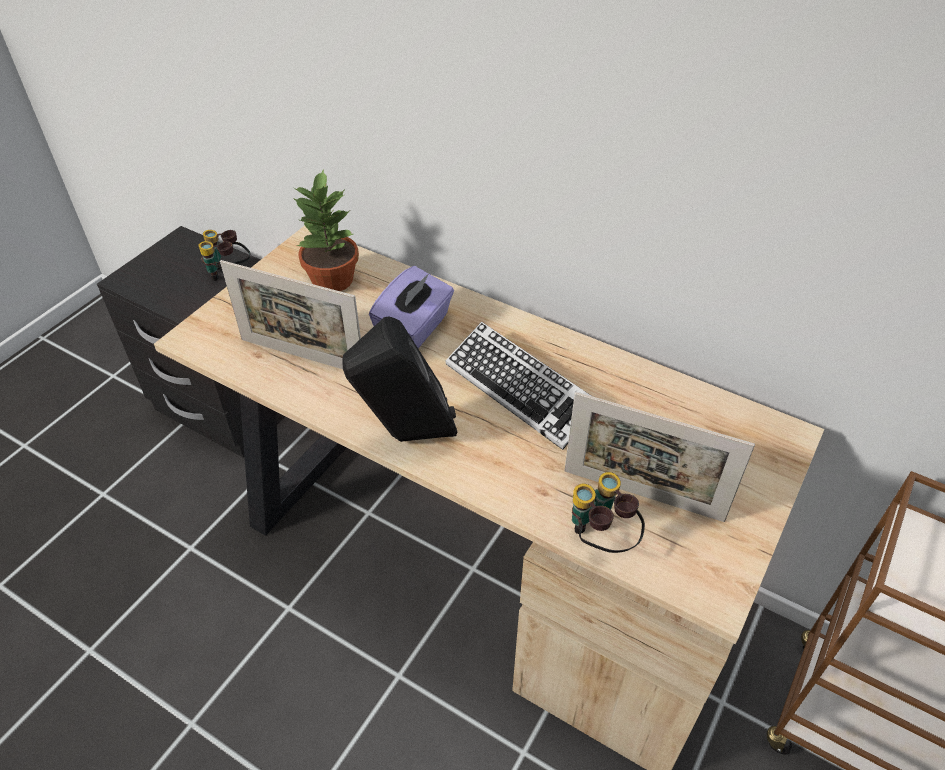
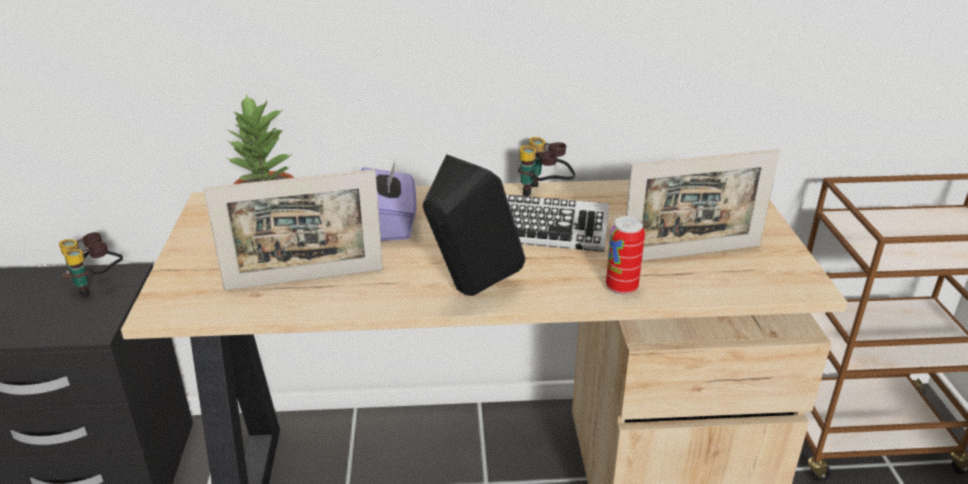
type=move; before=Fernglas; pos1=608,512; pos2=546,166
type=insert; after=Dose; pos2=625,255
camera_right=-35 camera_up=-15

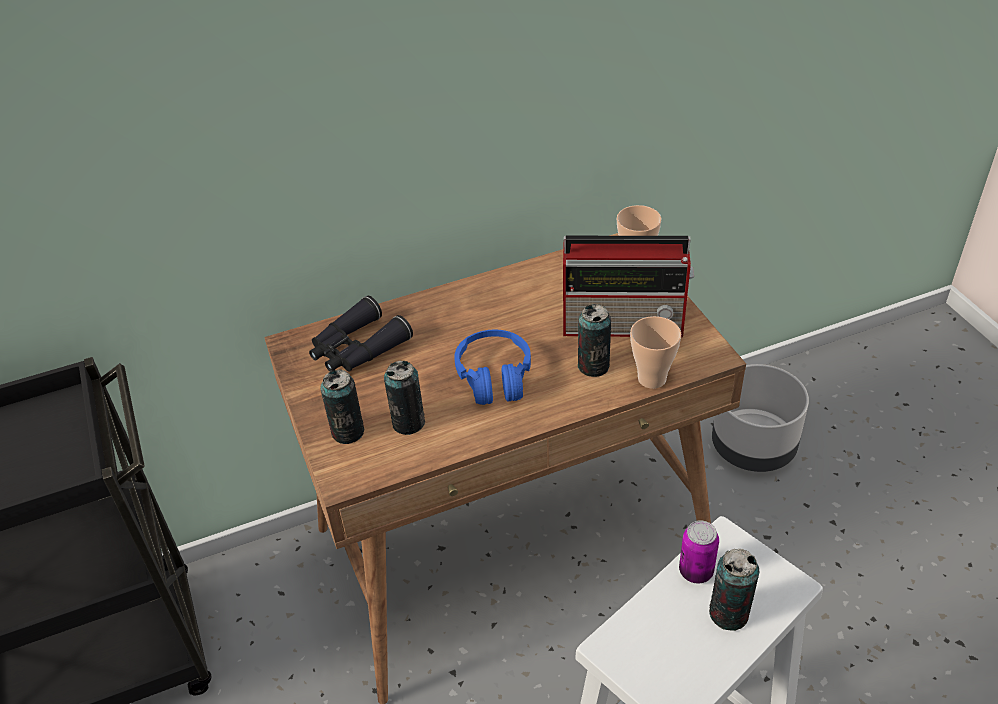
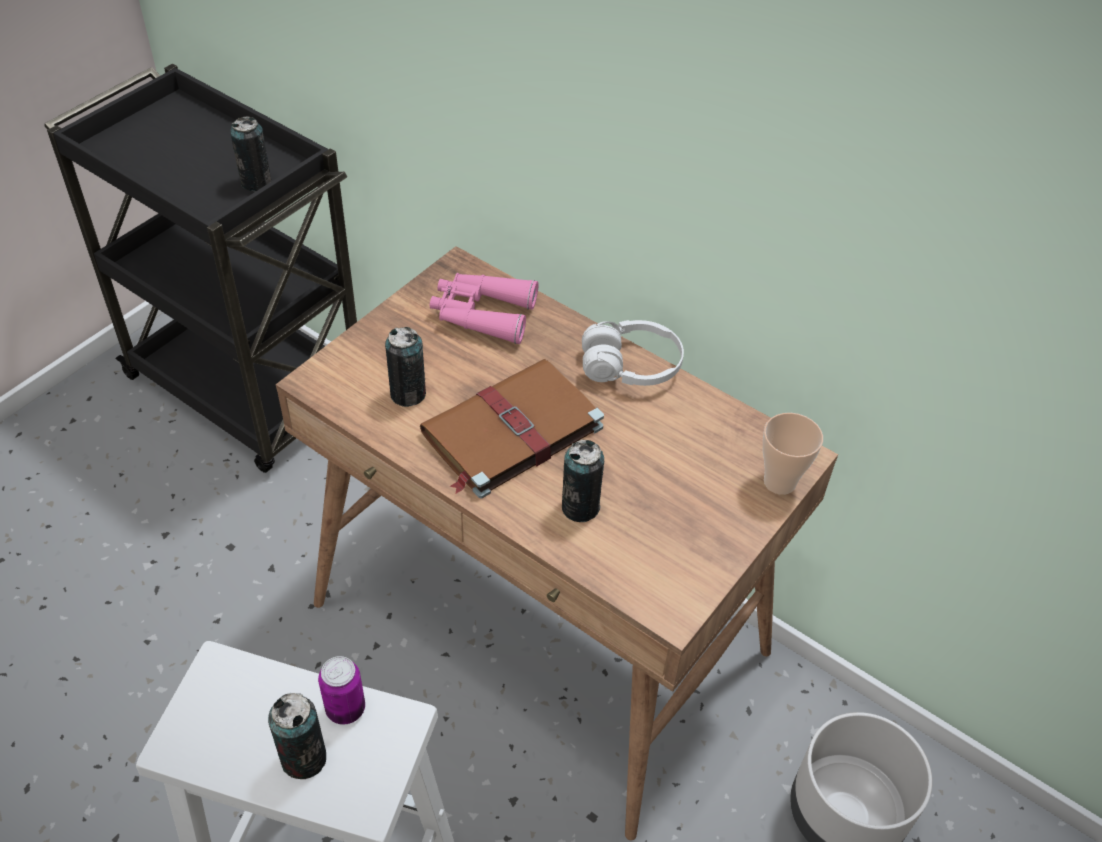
type=move; before=Dose; pos1=342,407; pos2=251,154
type=replace; before=Kopfhörer/blau; after=Buch/braun; pos1=492,367; pos2=512,428
type=recolor; before=Fernglas/schwarz; after=Fernglas/rosa; pos1=361,333; pos2=484,308
type=insert; after=Kopfhörer/weiß; pos2=633,353
type=delete; before=Radio; pos1=628,286
type=delete; before=Tasse; pos1=655,352
camera_right=55 camera_up=5

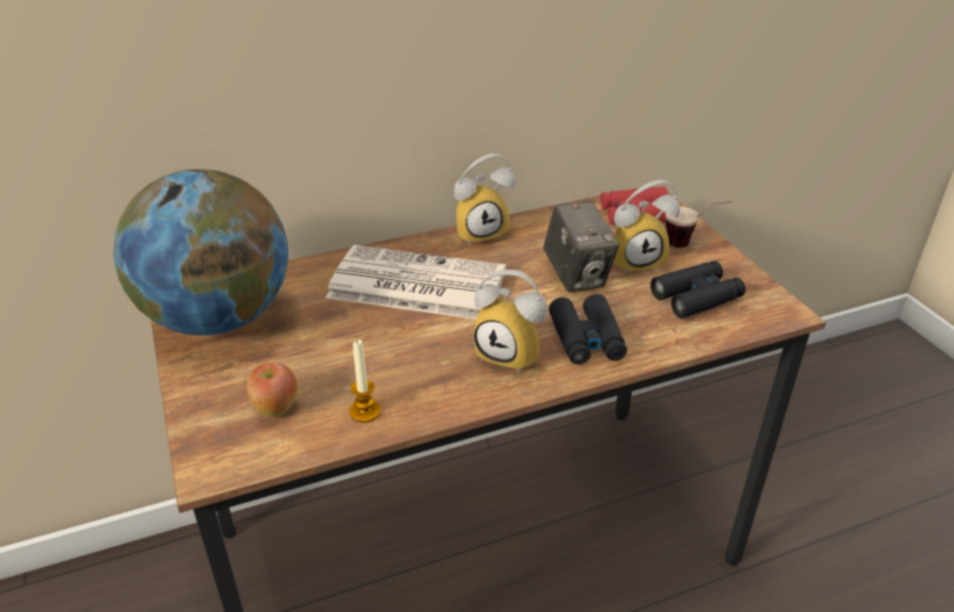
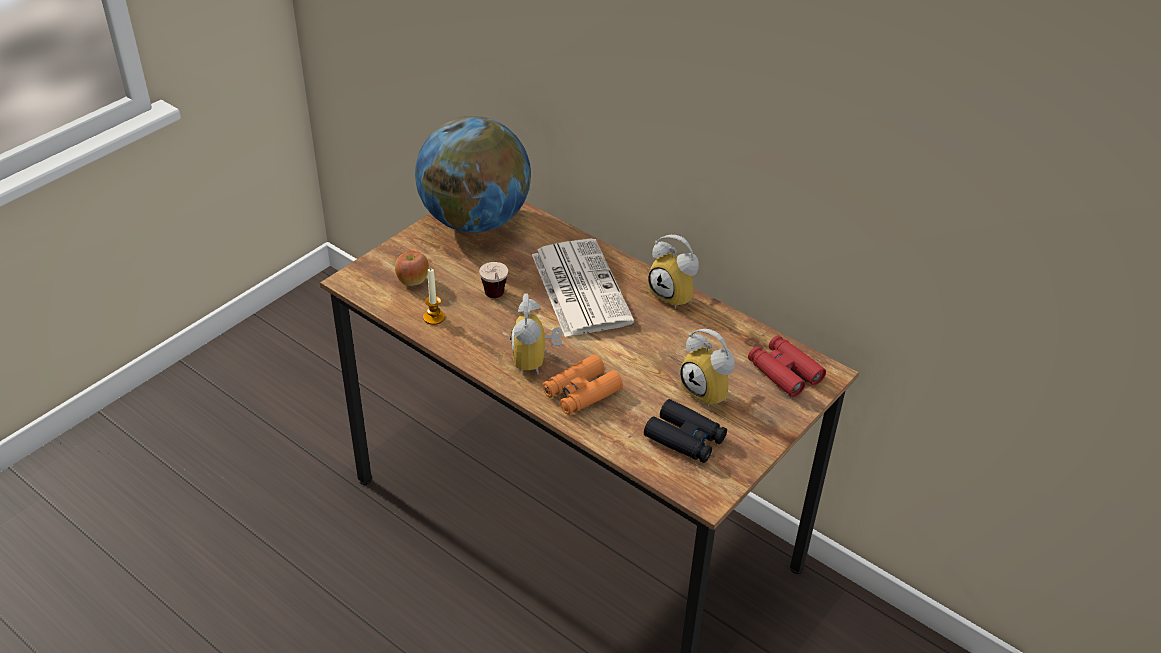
type=move; before=Tasse; pos1=698,224; pos2=493,280
type=recolor; before=Fernglas/schwarz; after=Fernglas/orange; pos1=588,329; pos2=582,384
type=delete; before=Kamera; pos1=581,246
camera_right=60 camera_up=5

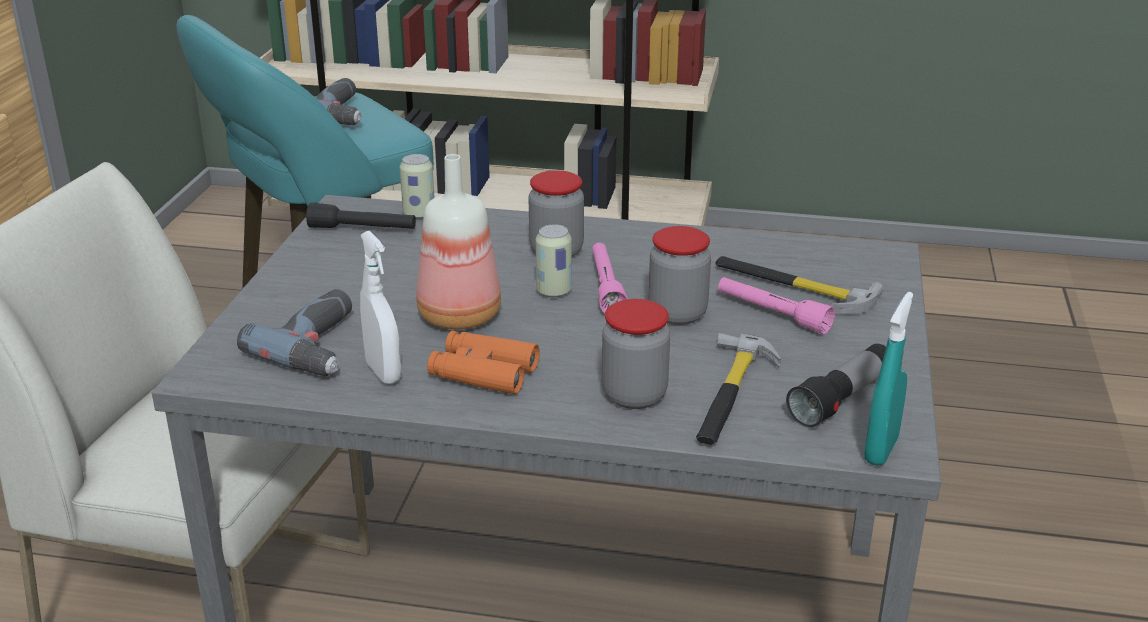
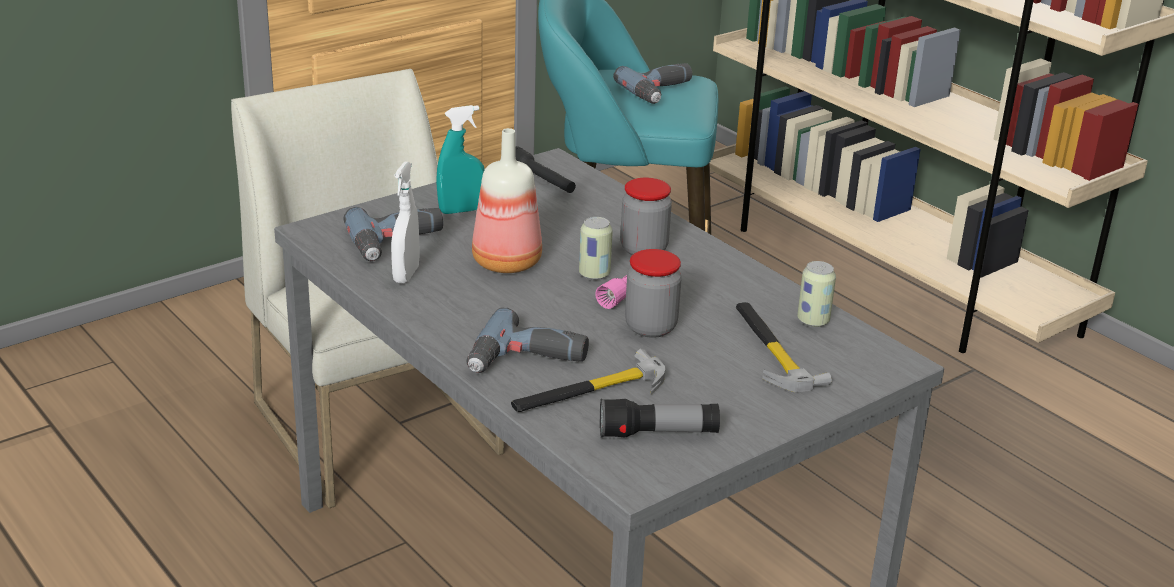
type=move; before=Sprühflasche/türkis; pos1=888,379; pos2=460,159
type=replace; before=Vorratsglas; after=Bohrmaschine; pos1=636,354; pos2=528,340
type=move; before=Dose; pos1=417,186; pos2=816,294
type=delete; before=Fernglas/orange; pos1=483,362
type=delete; before=Taschenlampe/rosa; pos1=776,305
camera_right=40 camera_up=0

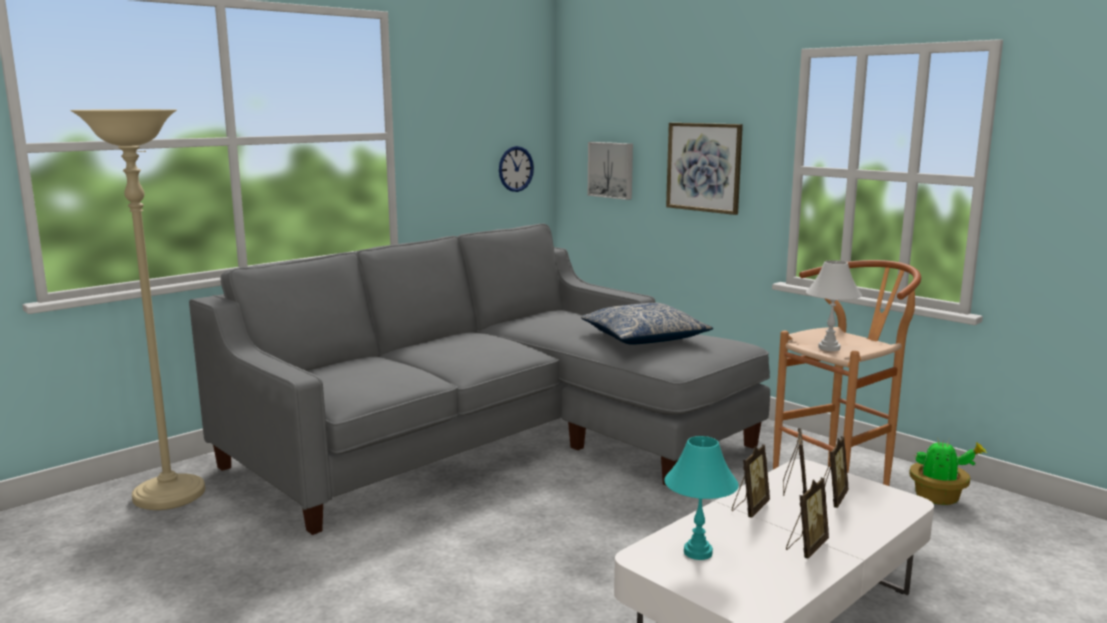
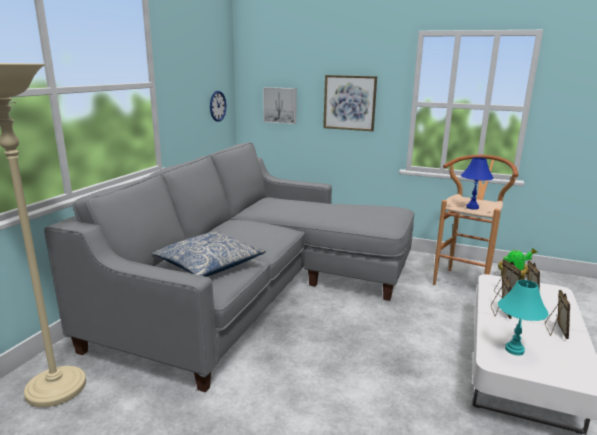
type=move; before=Kissen; pos1=647,324; pos2=209,254
type=recolor; before=Tischlampe/weiß; after=Tischlampe/blau; pos1=834,305; pos2=477,183
camera_right=-25 camera_up=5

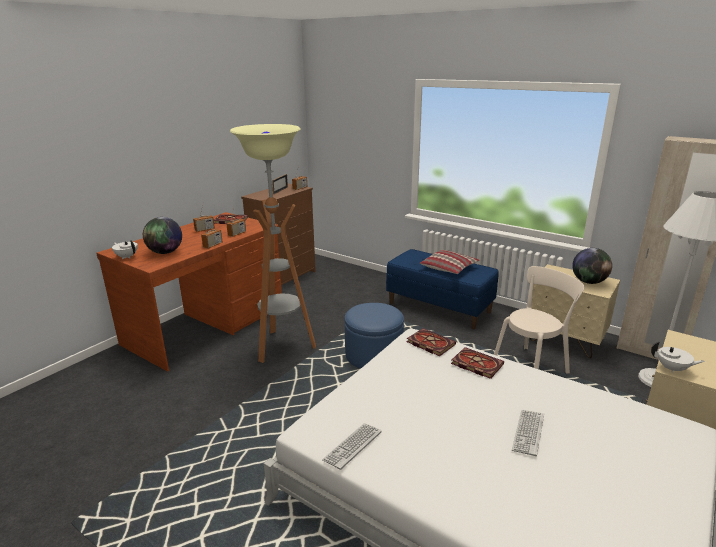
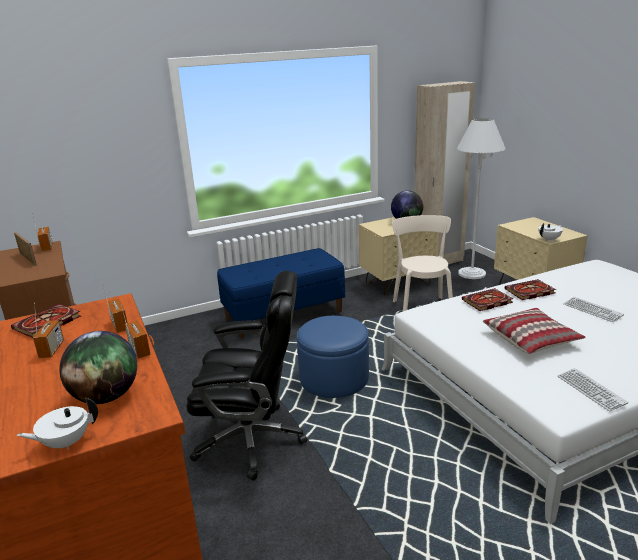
type=replace; before=Stehlampe; after=Bürostuhl/schwarz; pos1=273,243; pos2=247,376
type=move; before=Kissen; pos1=450,262; pos2=534,331
type=move; before=Buch; pos1=431,342; pos2=530,289
camera_right=-60 camera_up=0

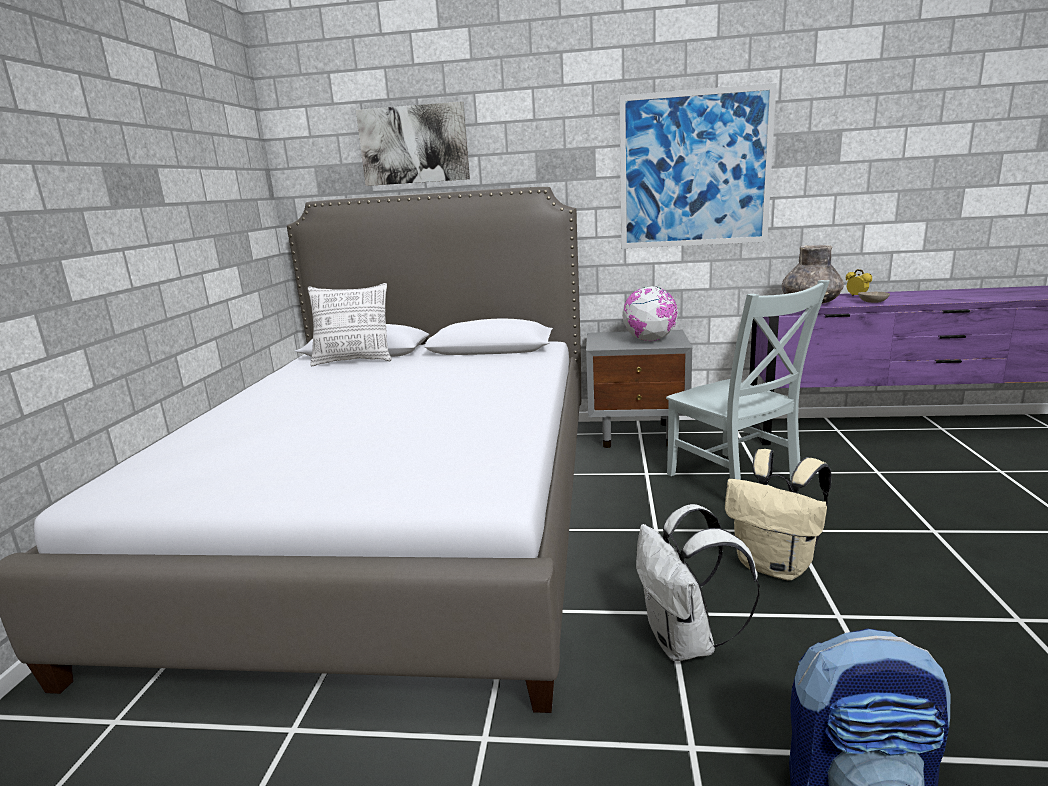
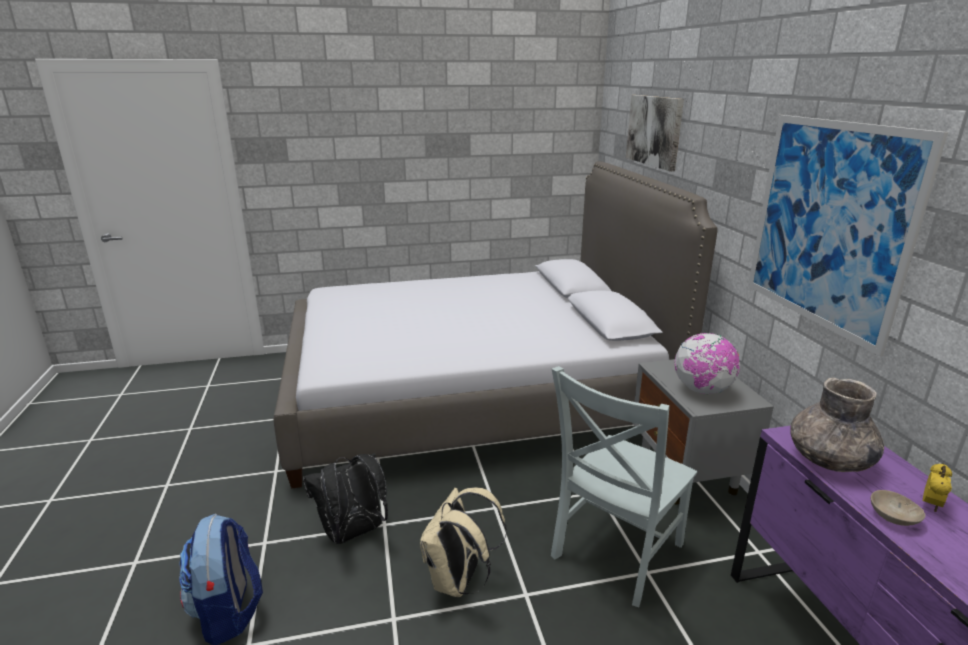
type=recolor; before=Rucksack/weiß; after=Rucksack/schwarz; pos1=698,582; pos2=345,498
type=delete; before=Kissen; pos1=350,324
camera_right=70 camera_up=5

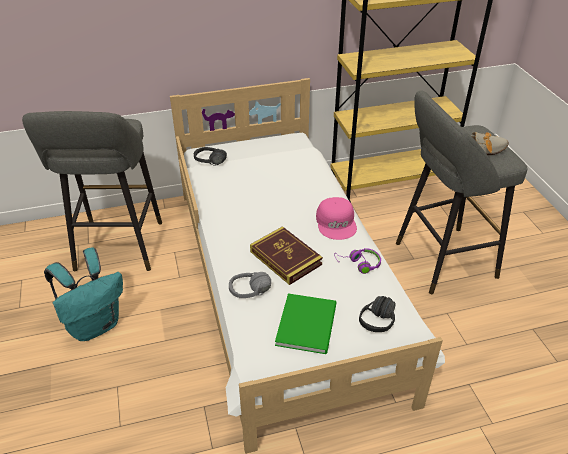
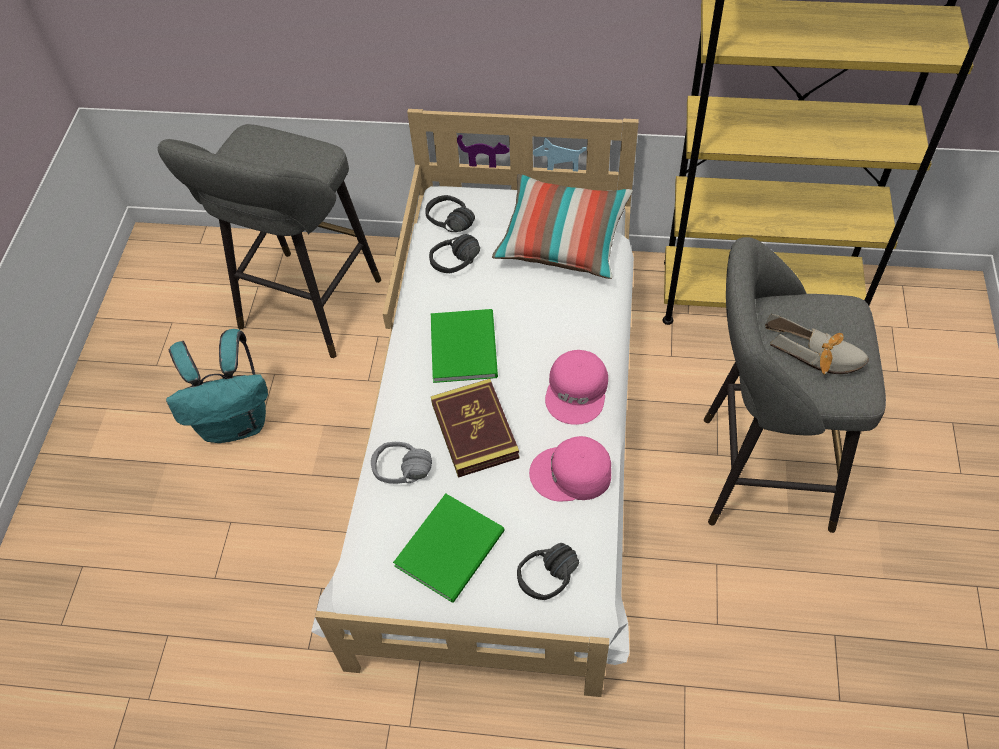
type=insert; after=Kopfhörer/schwarz; pos2=454,254
type=insert; after=Buch/grün; pos2=464,346
type=insert; after=Kissen; pos2=562,226
type=replace; before=Kopfhörer/lila; after=Kappe/rosa; pos1=358,261; pos2=570,469
camera_right=25 camera_up=15

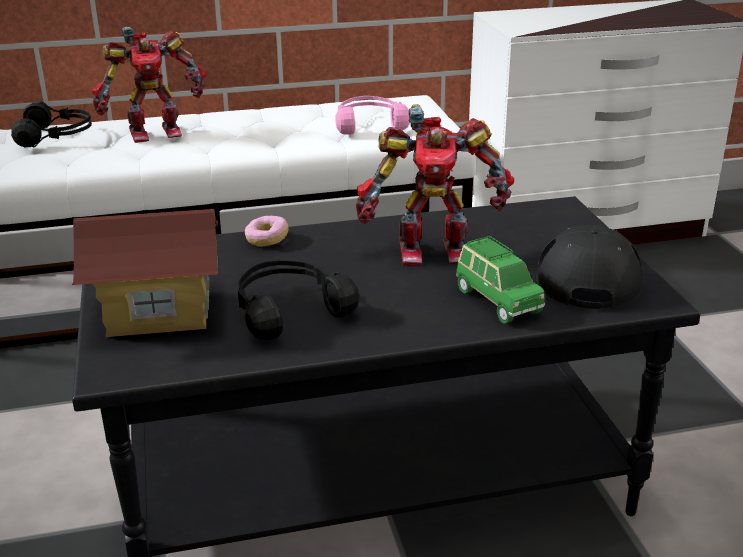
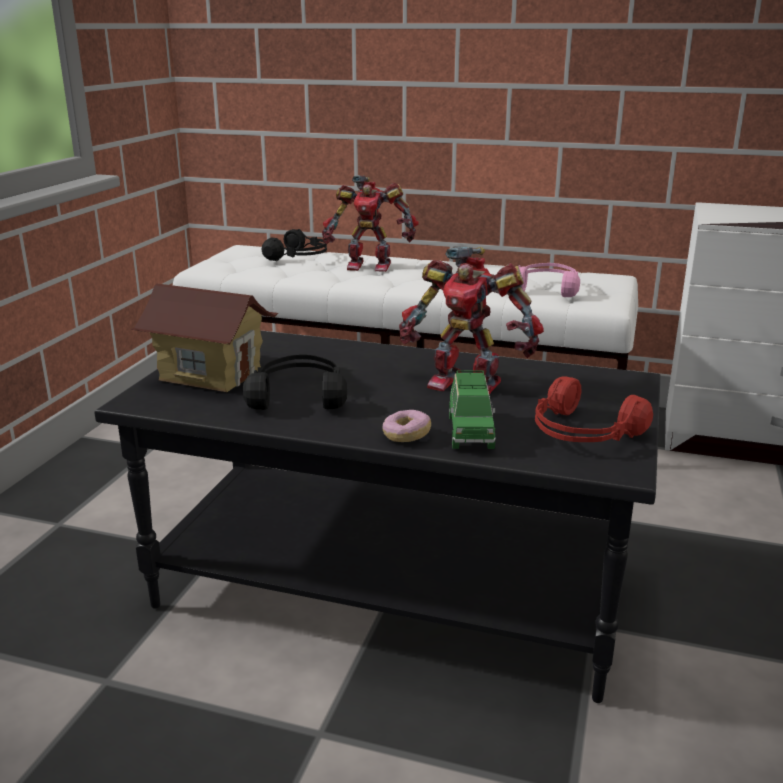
type=move; before=Donut; pos1=267,231; pos2=406,426
type=replace; before=Kappe/schwarz; after=Kopfhörer/rot; pos1=590,267; pos2=594,409
camera_right=30 camera_up=-5

